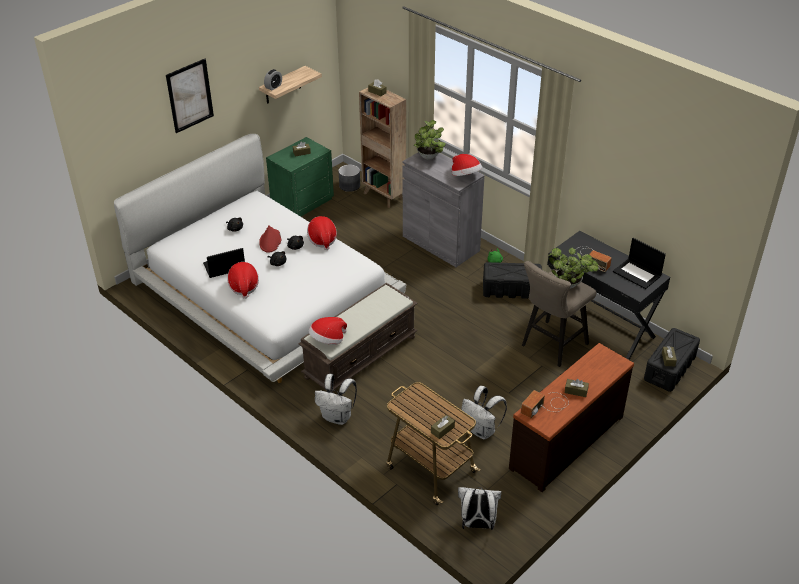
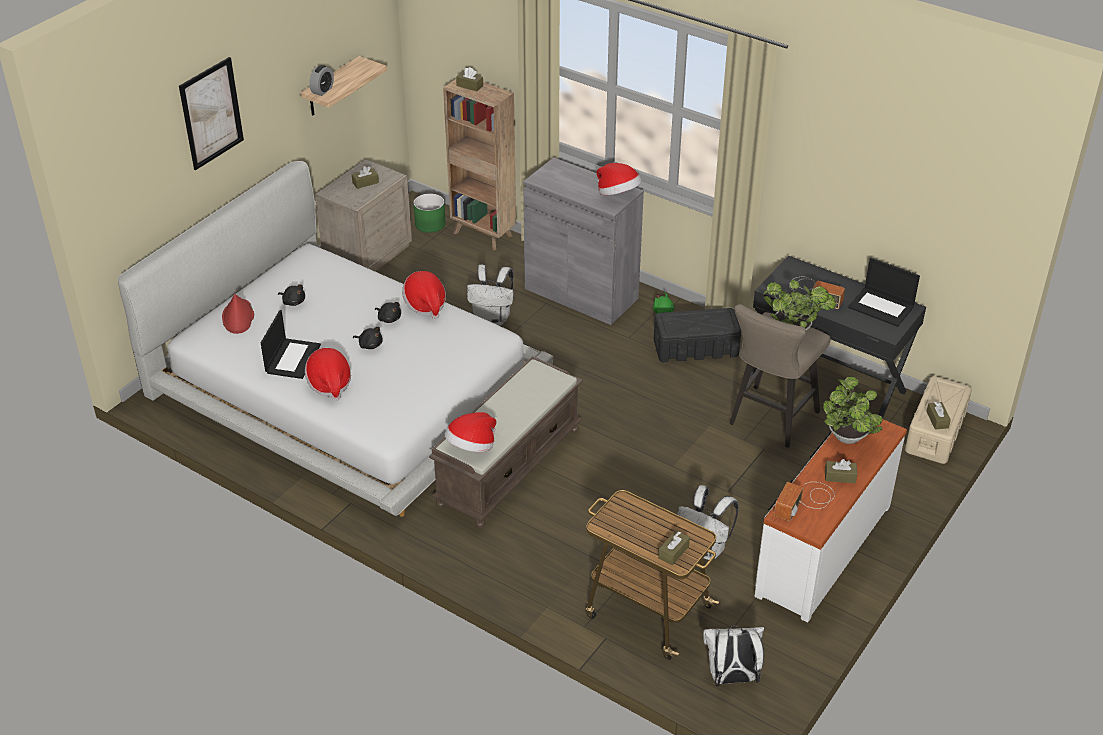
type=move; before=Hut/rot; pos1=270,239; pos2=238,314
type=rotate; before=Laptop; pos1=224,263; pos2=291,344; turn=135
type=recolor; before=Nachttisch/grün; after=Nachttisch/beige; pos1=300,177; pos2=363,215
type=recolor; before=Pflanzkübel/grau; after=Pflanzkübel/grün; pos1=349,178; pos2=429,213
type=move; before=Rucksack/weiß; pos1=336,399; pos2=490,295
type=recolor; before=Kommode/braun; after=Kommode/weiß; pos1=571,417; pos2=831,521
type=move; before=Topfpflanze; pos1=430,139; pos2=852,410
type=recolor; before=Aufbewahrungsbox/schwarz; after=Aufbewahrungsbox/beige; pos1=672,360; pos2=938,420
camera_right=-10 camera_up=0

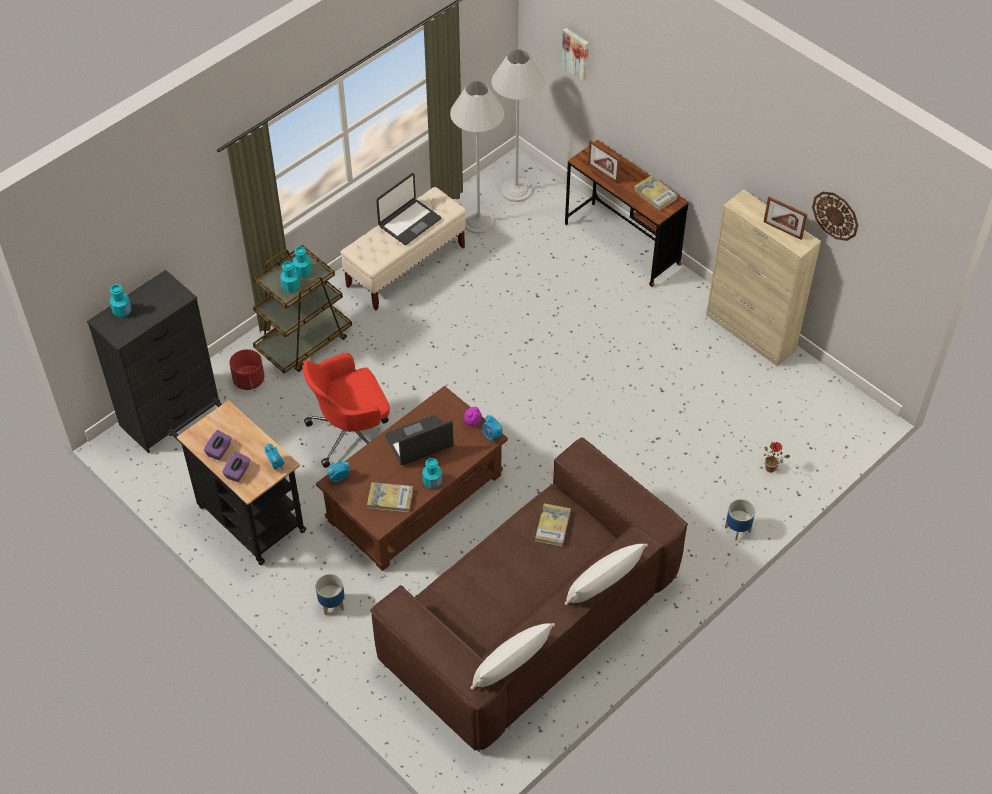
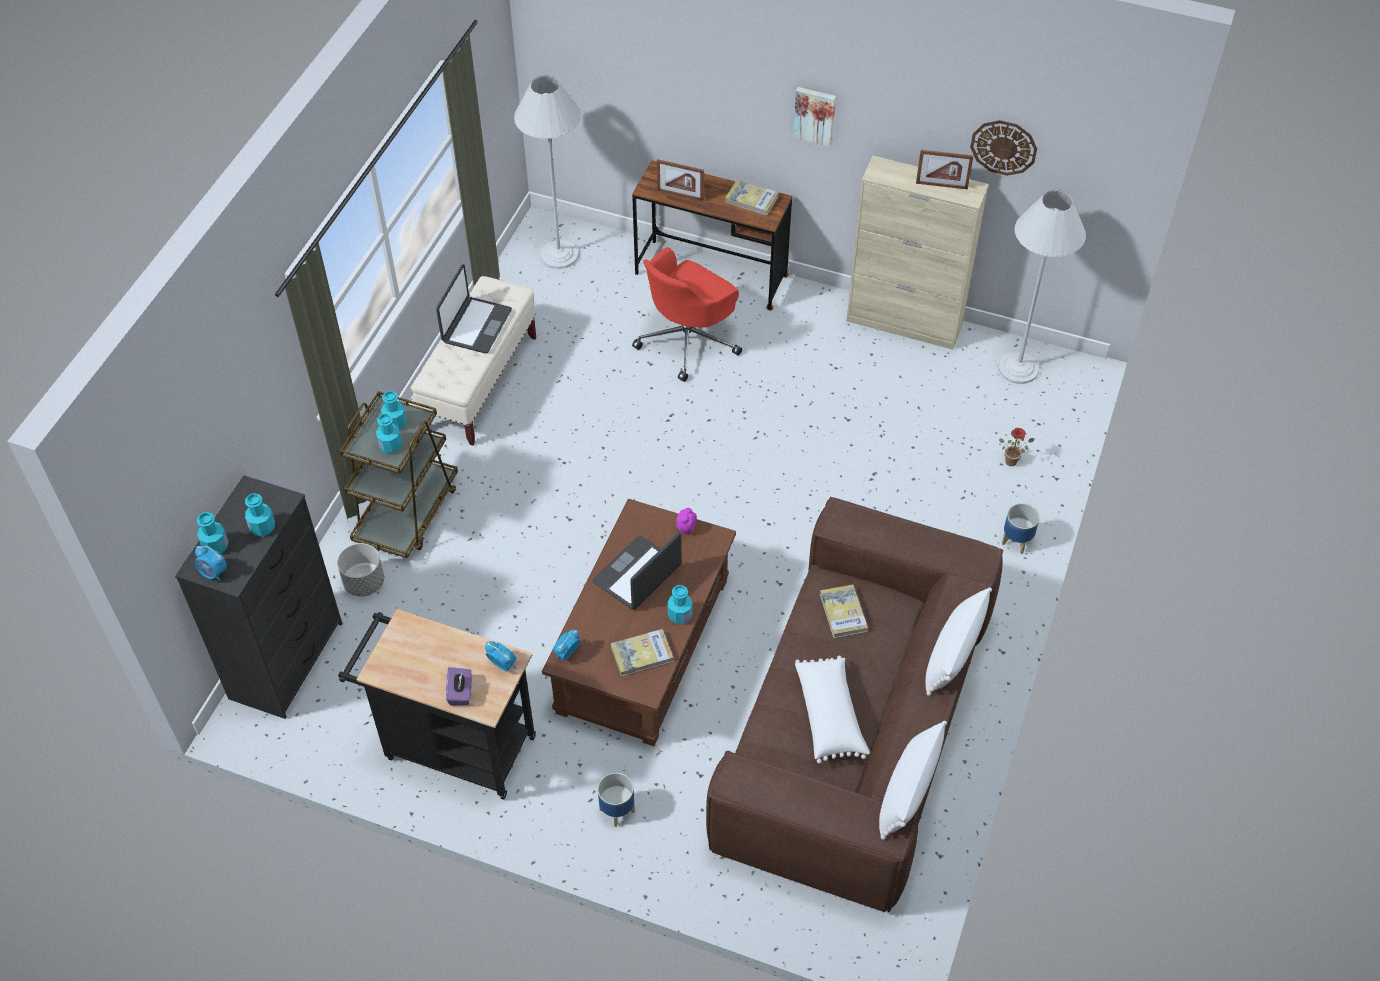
type=move; before=Wecker; pos1=492,429; pos2=211,563
type=insert; after=Flasche/türkis; pos2=260,515
type=recolor; before=Pflanzkübel/rot; after=Pflanzkübel/grau; pos1=247,369; pos2=360,570
type=move; before=Bürostuhl/rot; pos1=346,410; pos2=687,314
type=move; before=Bild; pos1=575,54; pos2=814,117
type=insert; after=Kissen/weiß; pos2=832,709
type=move; before=Stehlampe/weiß; pos1=477,157; pos2=1042,287
type=delete; before=Taschentuchbox/lila; pos1=218,445
camera_right=-25 camera_up=0

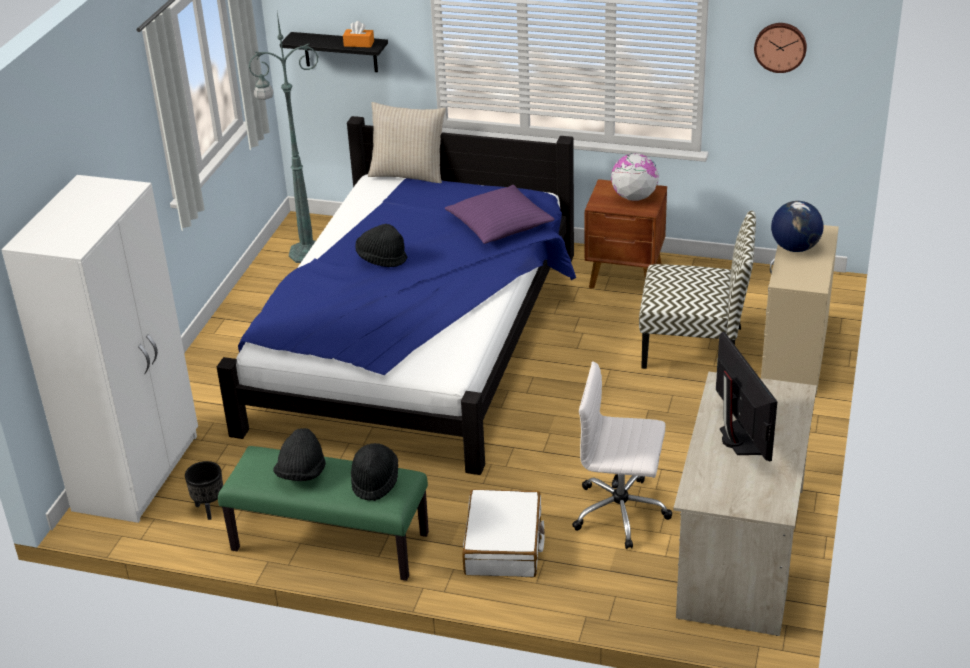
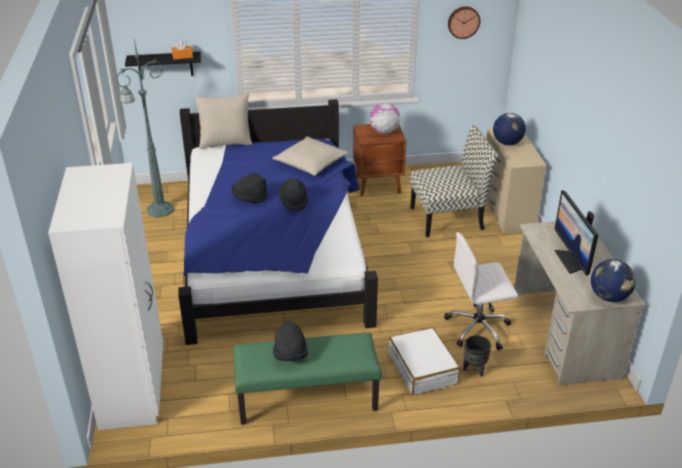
type=recolor; before=Kissen/lila; after=Kissen/beige; pos1=500,214; pos2=310,156
type=move; before=Hut/schwarz; pos1=374,472; pos2=293,195
type=move; before=Pflanzkübel/schwarz; pos1=204,490; pos2=477,356
type=rotate; before=Monitor; pos1=746,396; pos2=576,233; turn=-150
type=insert; after=Globus; pos2=613,280
camera_right=-25 camera_up=0

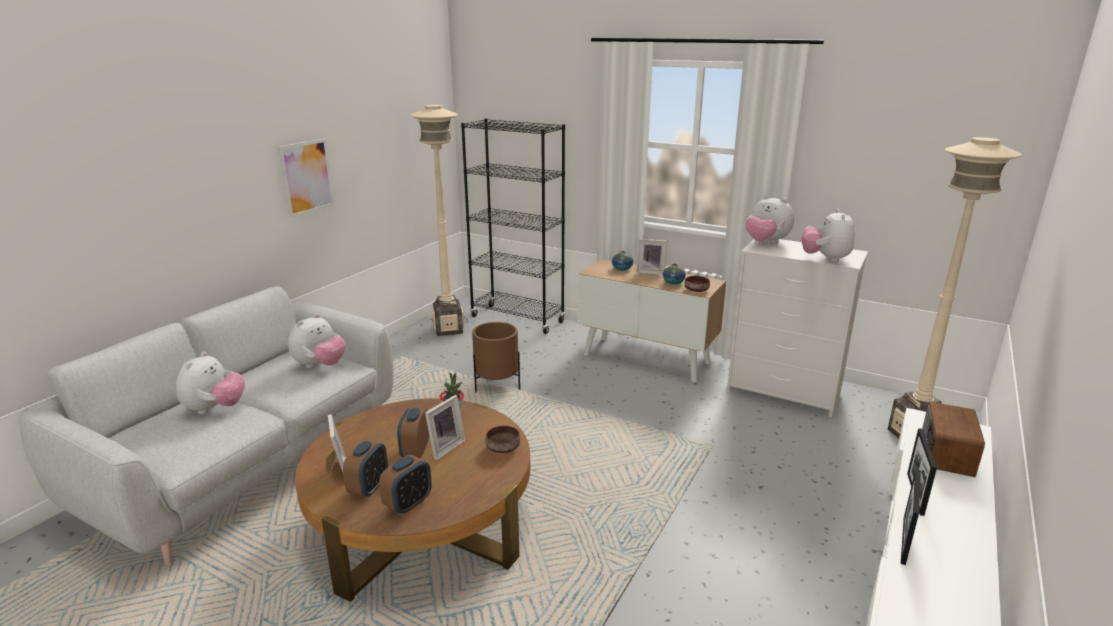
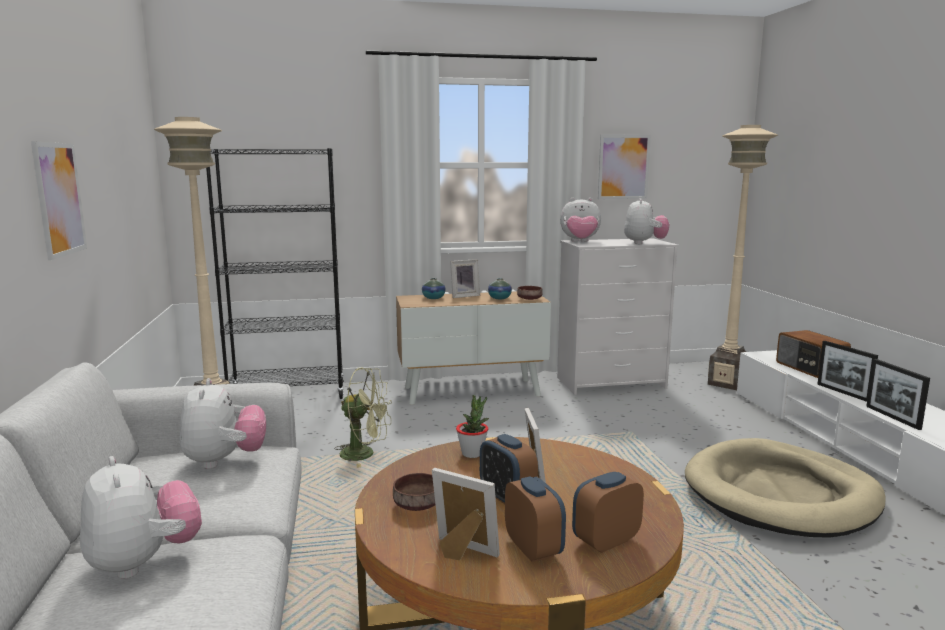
type=replace; before=Pflanzkübel/braun; after=Ventilator/grün; pos1=496,357; pos2=363,417
type=move; before=Schüssel/braun; pos1=502,439; pos2=414,492
type=rotate; before=Wecker; pos1=405,484; pos2=608,512; turn=-120
type=insert; after=Bild; pos2=624,167
type=rotate; before=Plüschtier; pos1=827,235; pos2=646,221; turn=-135
type=insert; after=Hundebett/beige; pos2=785,488
camera_right=-40 camera_up=-10

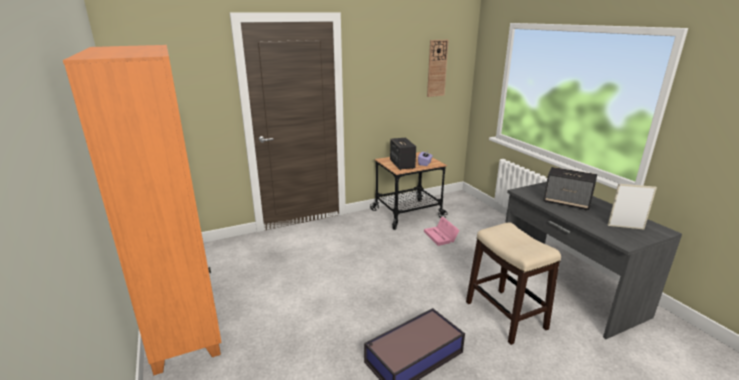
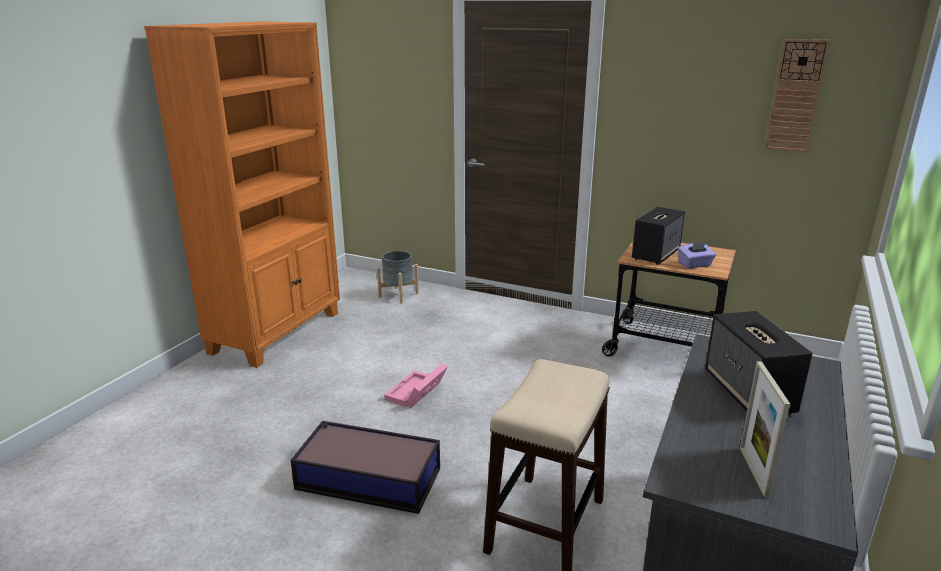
type=insert; after=Pflanzkübel/grau; pos2=398,277
type=move; before=Aufbewahrungsbox/rosa; pos1=441,231; pos2=416,385
type=rotate; before=Bilderrahmen; pos1=632,206; pos2=765,429; turn=-150
camera_right=50 camera_up=0

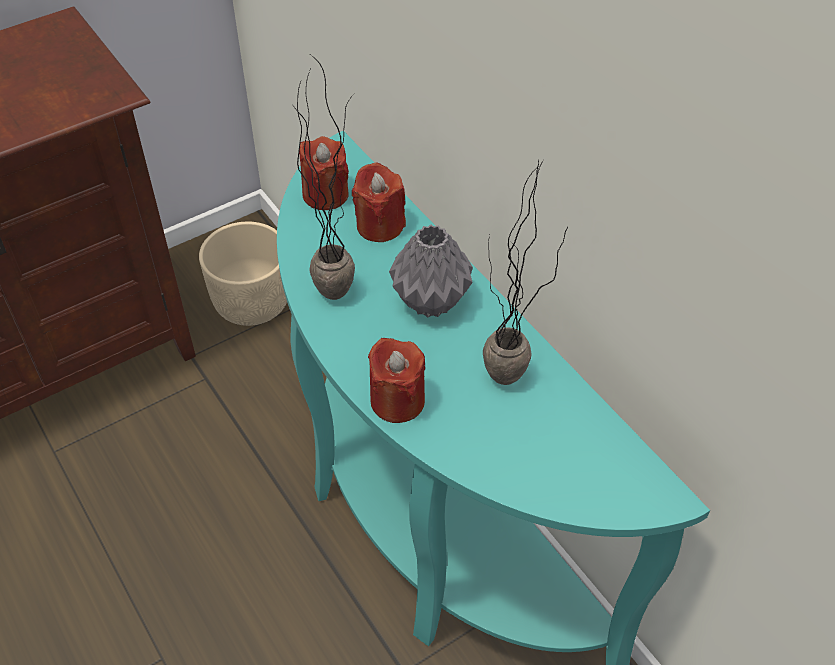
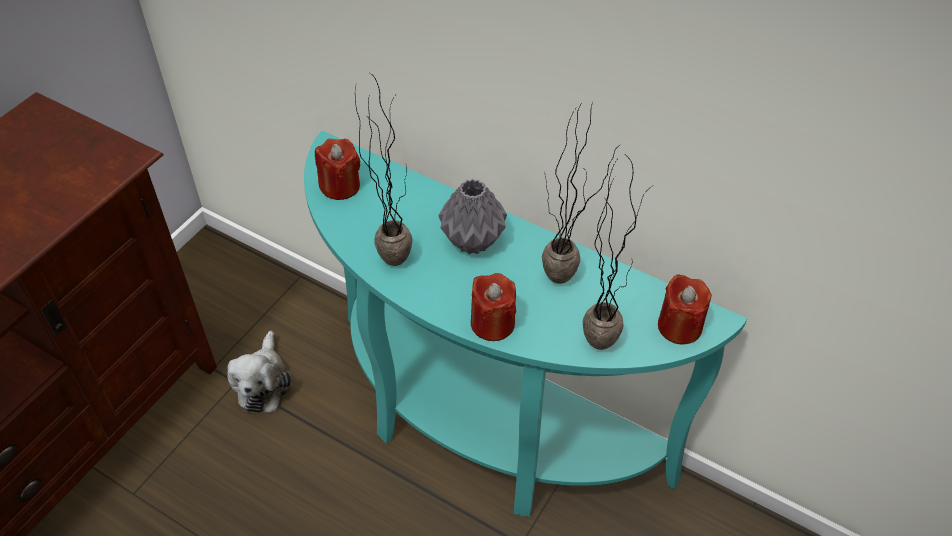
type=insert; after=Plüschtier; pos2=259,372
type=insert; after=Topfpflanze; pos2=618,254
type=move; before=Kerze/rot; pos1=379,202; pos2=685,309
type=delete; before=Pflanzkübel/beige; pos1=243,274
camera_right=-25 camera_up=0

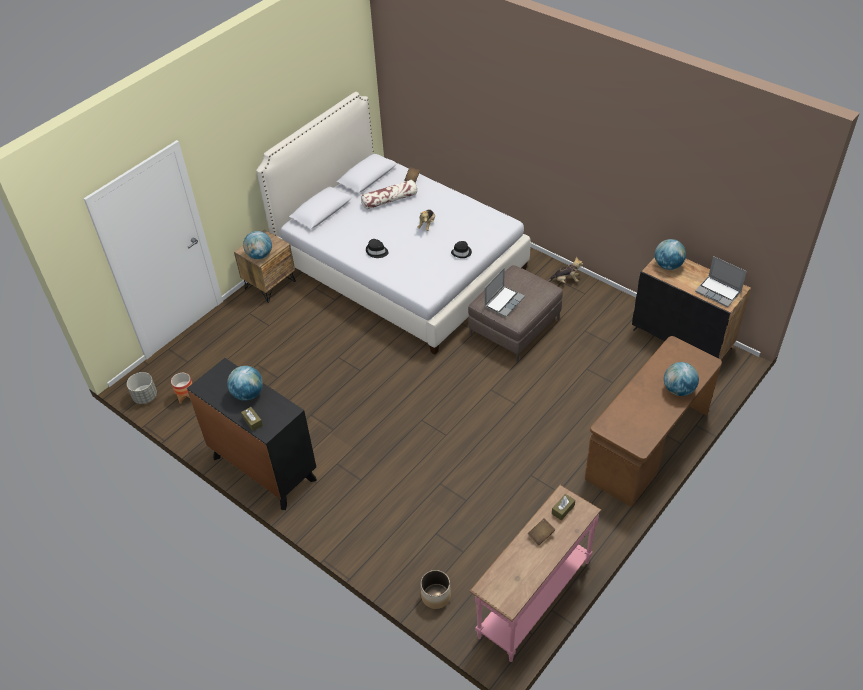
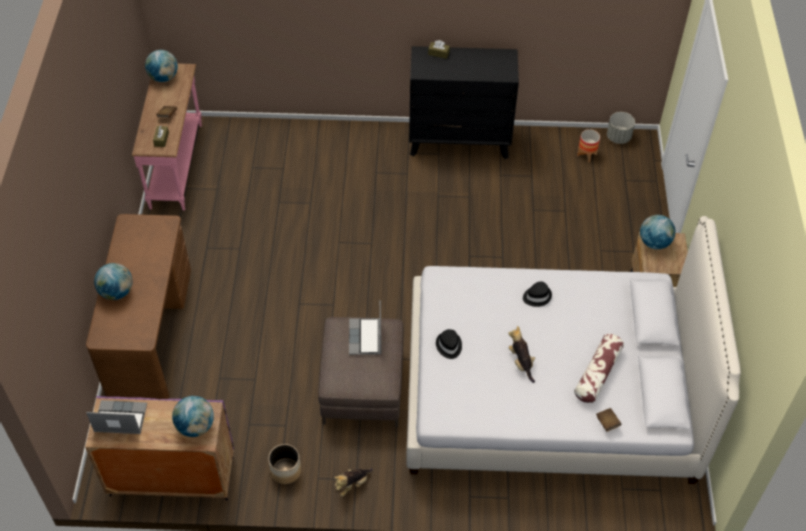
type=recolor; before=Schrank/schwarz; after=Schrank/lila; pos1=691,309; pos2=159,448
type=move; before=Globus; pos1=245,383; pos2=161,66
type=move; before=Pflanzkübel; pos1=435,589; pos2=284,464
camera_right=140 camera_up=5

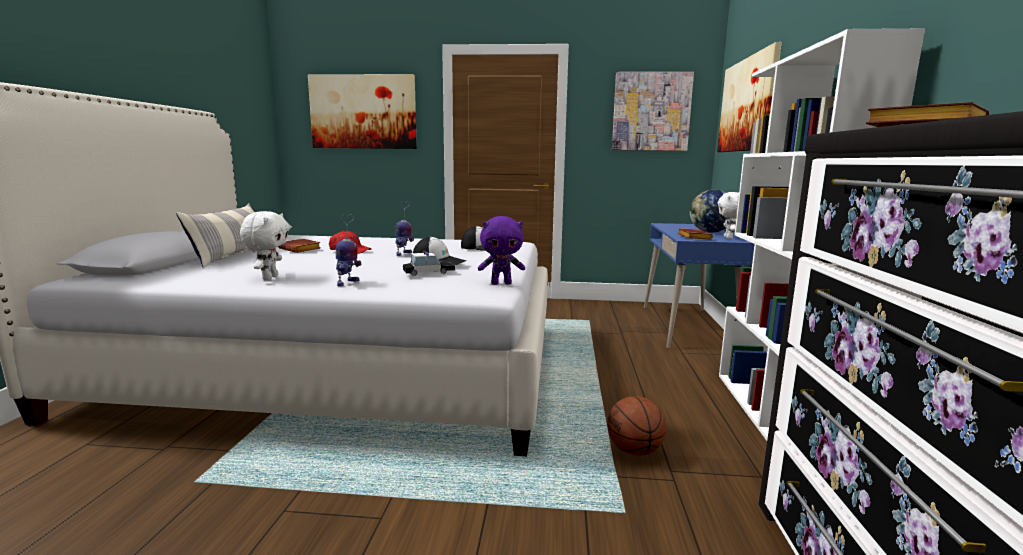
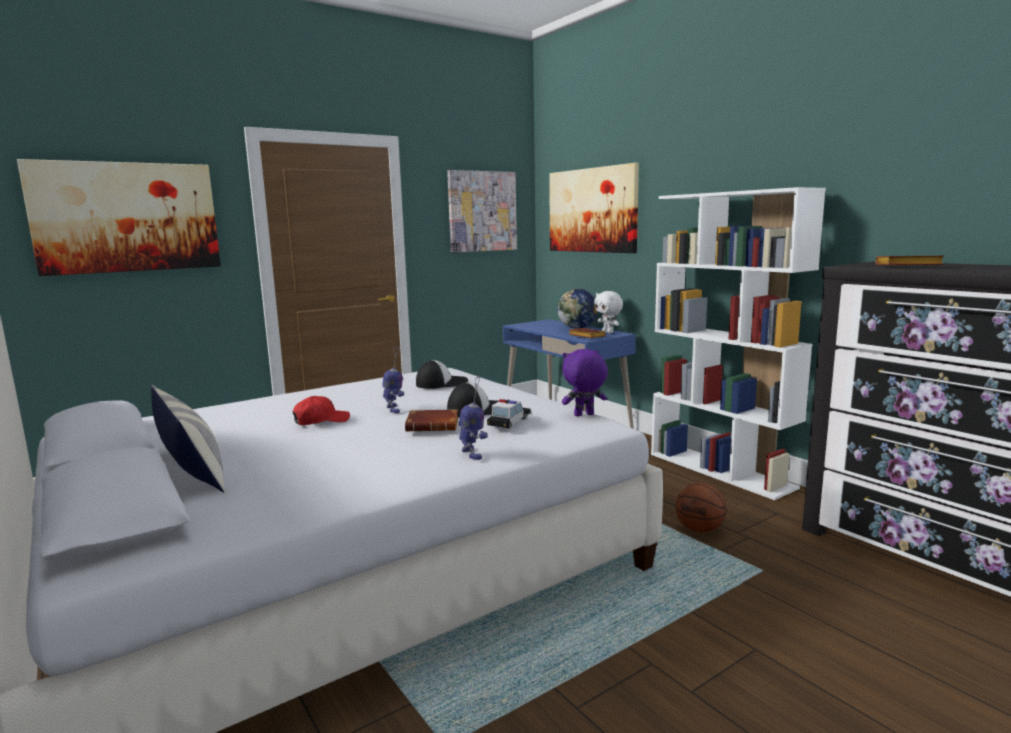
type=move; before=Buch/braun; pos1=299,245; pos2=431,420
type=rotate; before=Plüschtier/lila; pos1=501,250; pos2=585,383; turn=-150
type=delete; before=Plüschtier/weiß; pos1=264,245
camera_right=-40 camera_up=0

